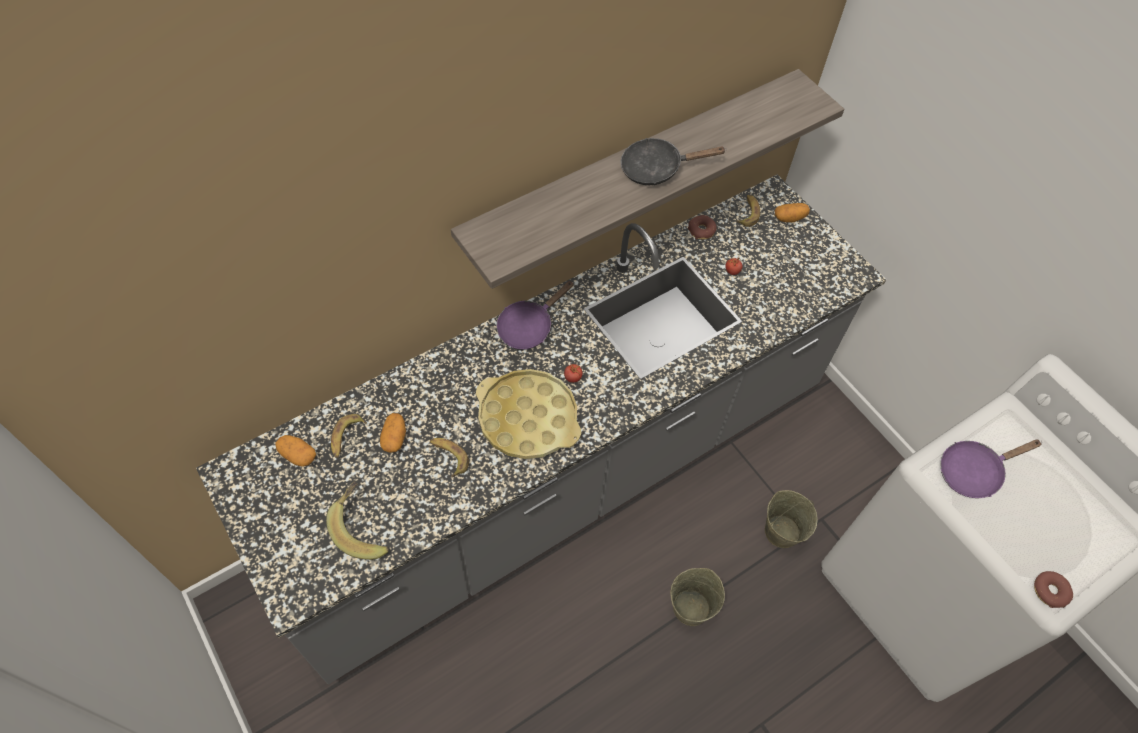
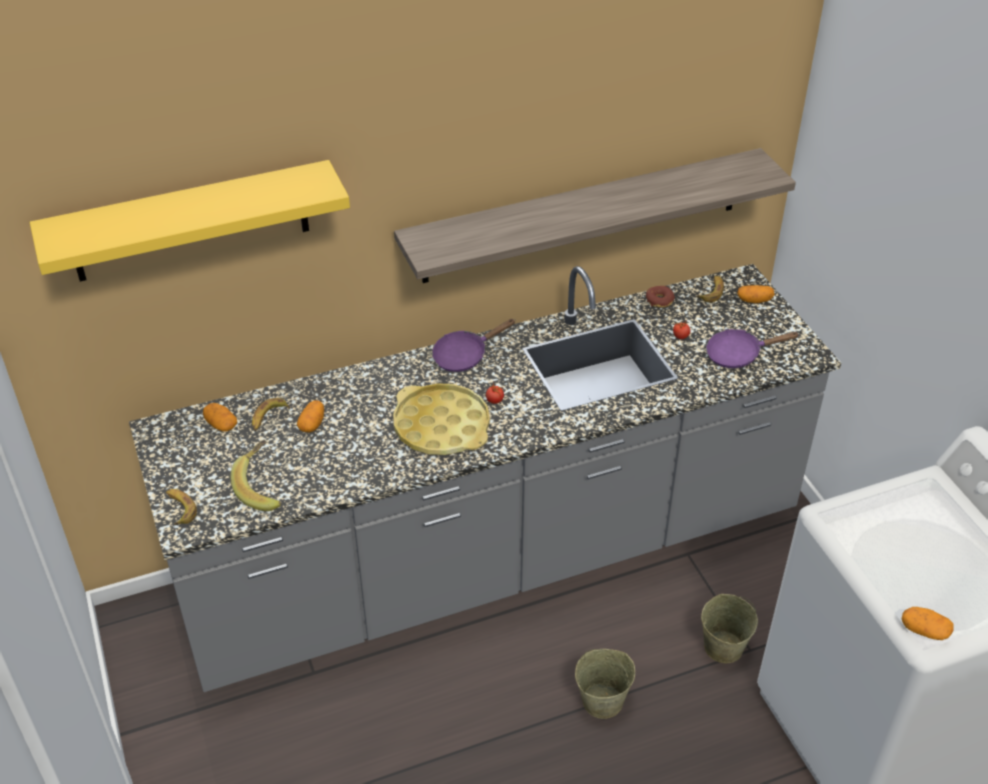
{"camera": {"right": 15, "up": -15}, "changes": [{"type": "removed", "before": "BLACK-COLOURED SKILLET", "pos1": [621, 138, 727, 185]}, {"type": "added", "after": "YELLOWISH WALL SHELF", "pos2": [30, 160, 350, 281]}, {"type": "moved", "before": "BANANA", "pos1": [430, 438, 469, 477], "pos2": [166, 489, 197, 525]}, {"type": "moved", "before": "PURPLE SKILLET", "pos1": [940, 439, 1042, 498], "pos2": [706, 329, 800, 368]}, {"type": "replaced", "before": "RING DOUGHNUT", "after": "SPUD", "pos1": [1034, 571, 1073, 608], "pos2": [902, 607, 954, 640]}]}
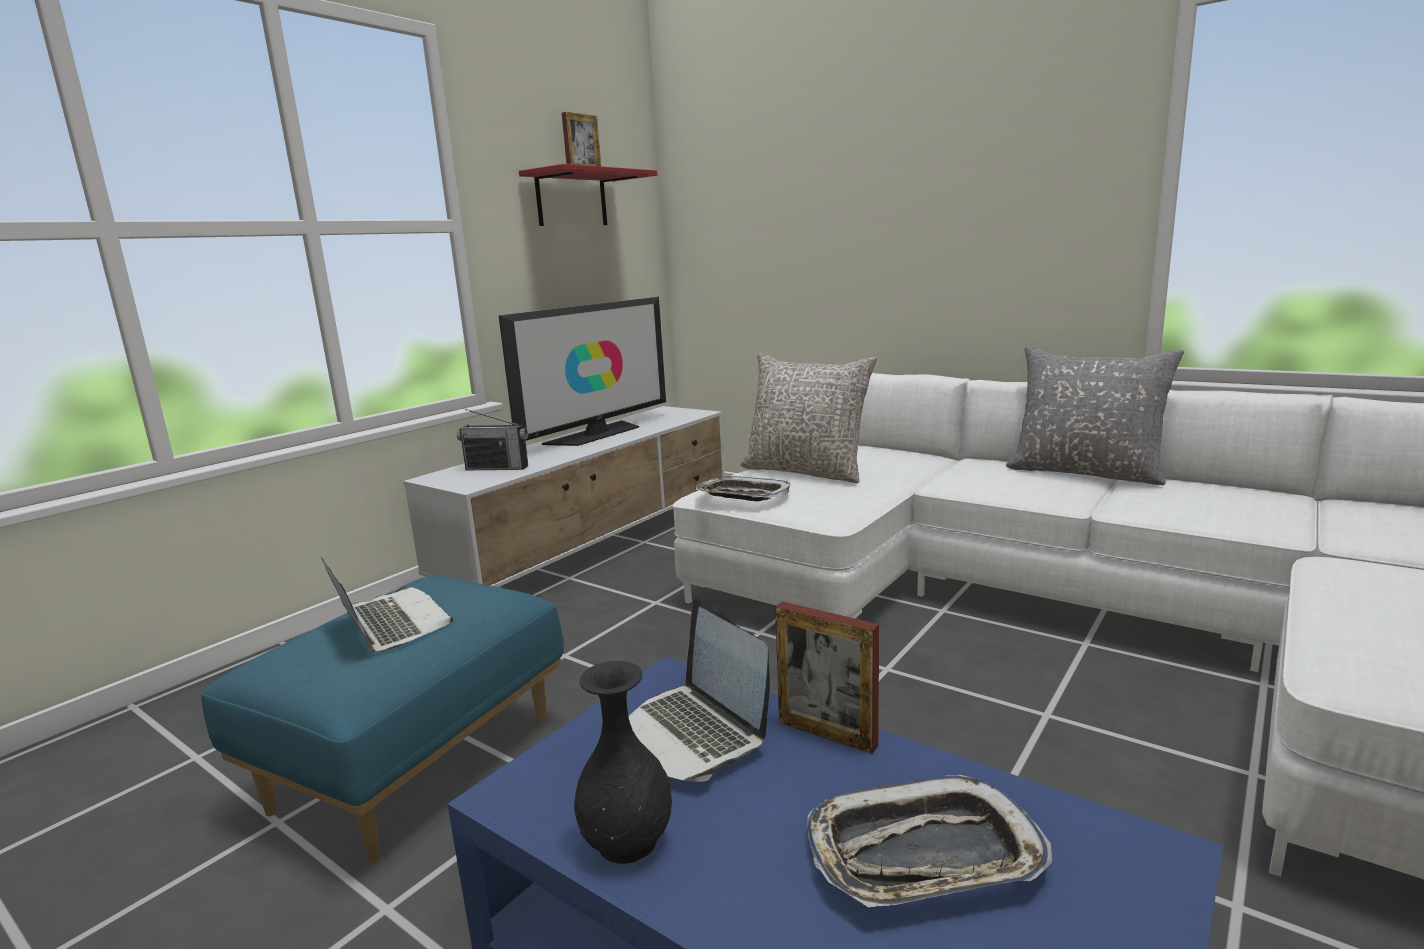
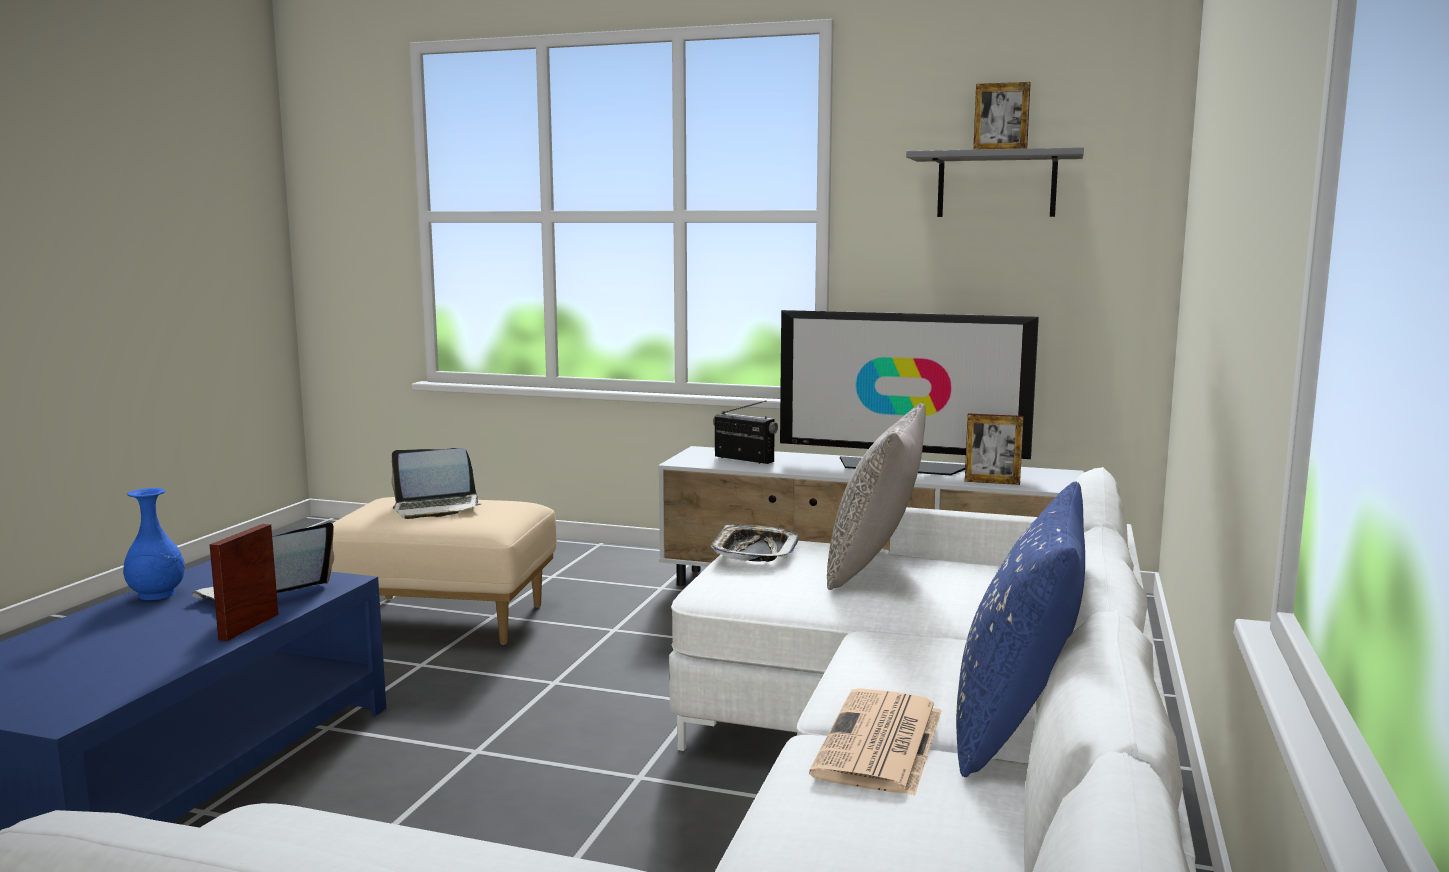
{"camera": {"right": 70, "up": -5}, "changes": [{"type": "removed", "before": "CARRYING TRAY", "pos1": [807, 775, 1052, 907]}, {"type": "added", "after": "DAILY PAPER", "pos2": [809, 688, 942, 796]}, {"type": "added", "after": "STANDING FRAME", "pos2": [965, 414, 1024, 485]}, {"type": "recoloured", "before": "BLUISH POUFFE", "after": "BEIGE POUFFE", "pos1": [202, 576, 564, 863], "pos2": [331, 497, 557, 645]}, {"type": "recoloured", "before": "RED WALL SHELF", "after": "GREYISH WALL SHELF", "pos1": [519, 164, 658, 226], "pos2": [906, 147, 1084, 217]}, {"type": "recoloured", "before": "BLACK-COLOURED VASE", "after": "BLUISH VASE", "pos1": [574, 661, 672, 864], "pos2": [123, 488, 185, 600]}, {"type": "recoloured", "before": "GREYISH THROW PILLOW", "after": "BLUISH THROW PILLOW", "pos1": [1006, 346, 1184, 485], "pos2": [956, 481, 1085, 777]}, {"type": "turned", "before": "PORTABLE COMPUTER", "pos1": [321, 557, 454, 653], "pos2": [392, 448, 481, 519], "turn": 45}, {"type": "turned", "before": "RADIO RECEIVER", "pos1": [457, 409, 528, 470], "pos2": [713, 401, 778, 464], "turn": 135}]}
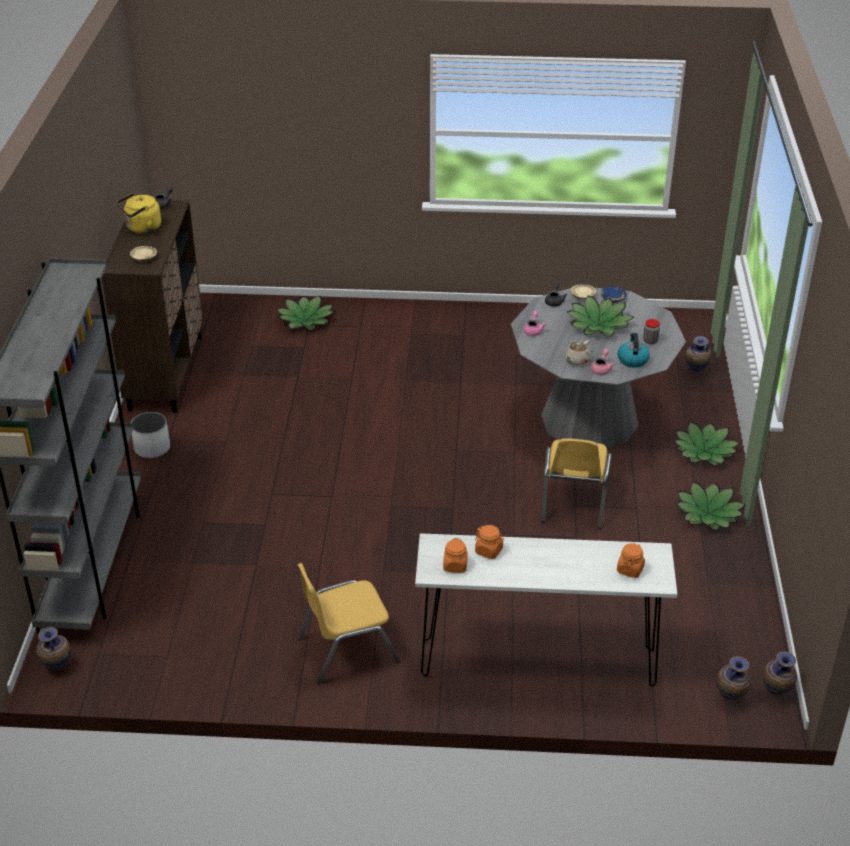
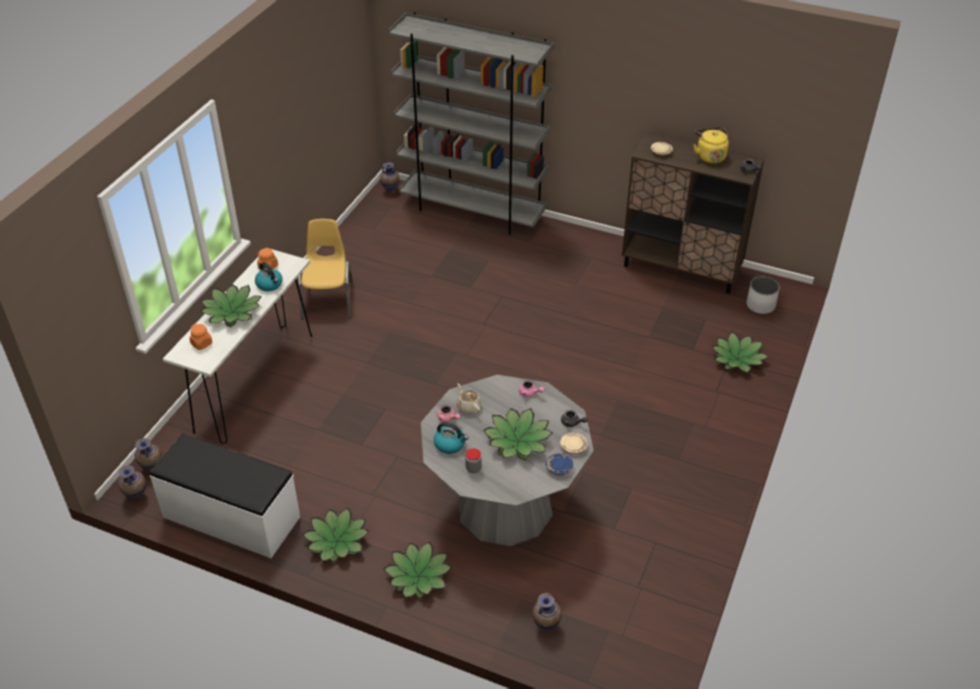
{"camera": {"right": 110, "up": 5}, "changes": [{"type": "removed", "before": "YELLOWISH PLAIN CHAIR", "pos1": [541, 438, 611, 529]}, {"type": "added", "after": "WHITE INDOOR BENCH", "pos2": [150, 433, 300, 558]}, {"type": "added", "after": "HOUSEPLANT", "pos2": [200, 284, 262, 327]}, {"type": "moved", "before": "WHITE PLANT POT", "pos1": [131, 412, 170, 458], "pos2": [746, 277, 780, 314]}, {"type": "replaced", "before": "ORANGE-COLOURED STORAGE JAR", "after": "KETTLE", "pos1": [475, 525, 504, 559], "pos2": [255, 262, 283, 291]}]}
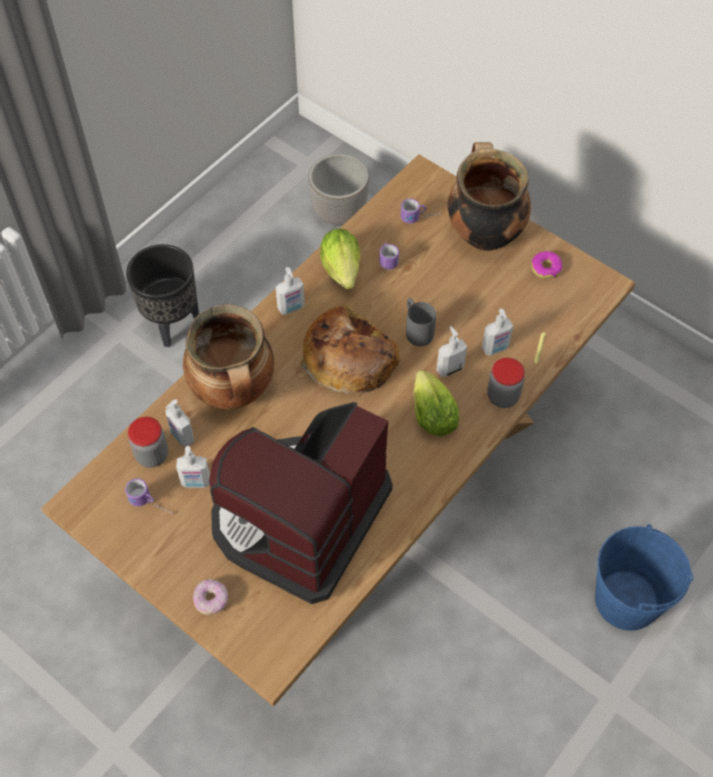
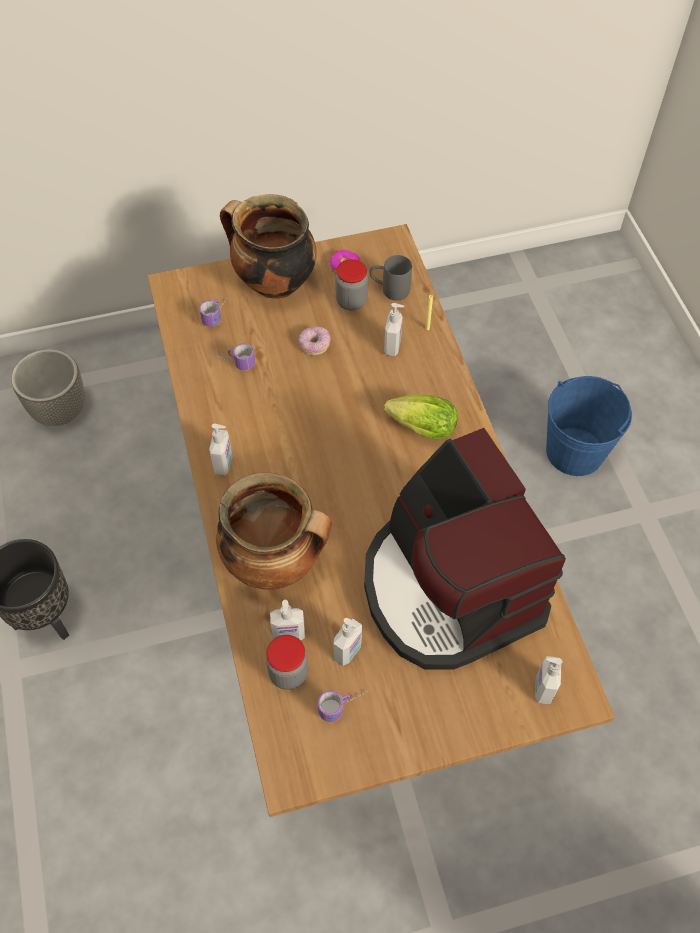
{"camera": {"right": -55, "up": 0}, "changes": [{"type": "removed", "before": "BREAD", "pos1": [300, 305, 401, 395]}, {"type": "removed", "before": "HEAD OF LETTUCE", "pos1": [320, 229, 360, 289]}, {"type": "moved", "before": "RING DOUGHNUT", "pos1": [193, 579, 228, 615], "pos2": [299, 326, 331, 356]}, {"type": "moved", "before": "GREYISH TEA MUG", "pos1": [406, 298, 436, 346], "pos2": [370, 255, 412, 301]}, {"type": "moved", "before": "LIQUID SOAP BOTTLE", "pos1": [437, 326, 467, 377], "pos2": [535, 656, 563, 705]}, {"type": "moved", "before": "STORAGE JAR", "pos1": [487, 358, 525, 408], "pos2": [335, 259, 368, 311]}]}
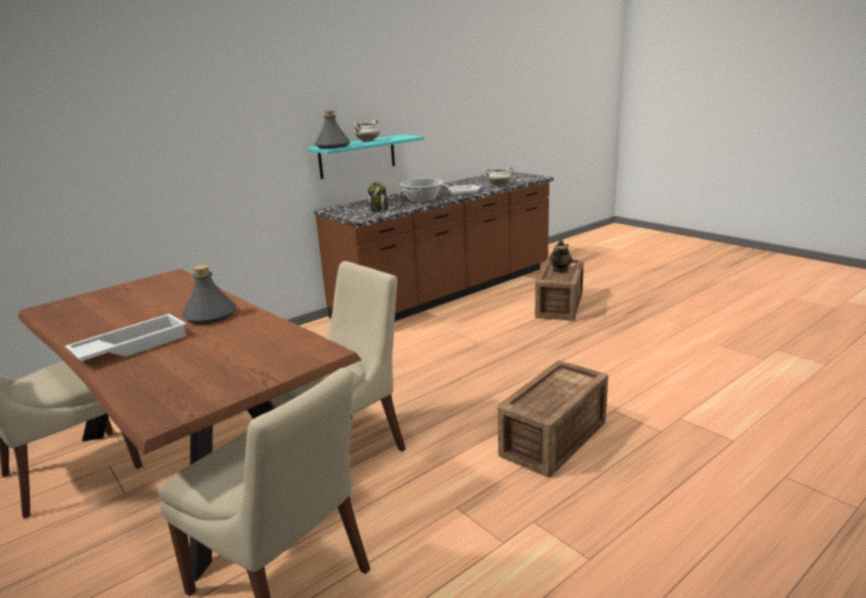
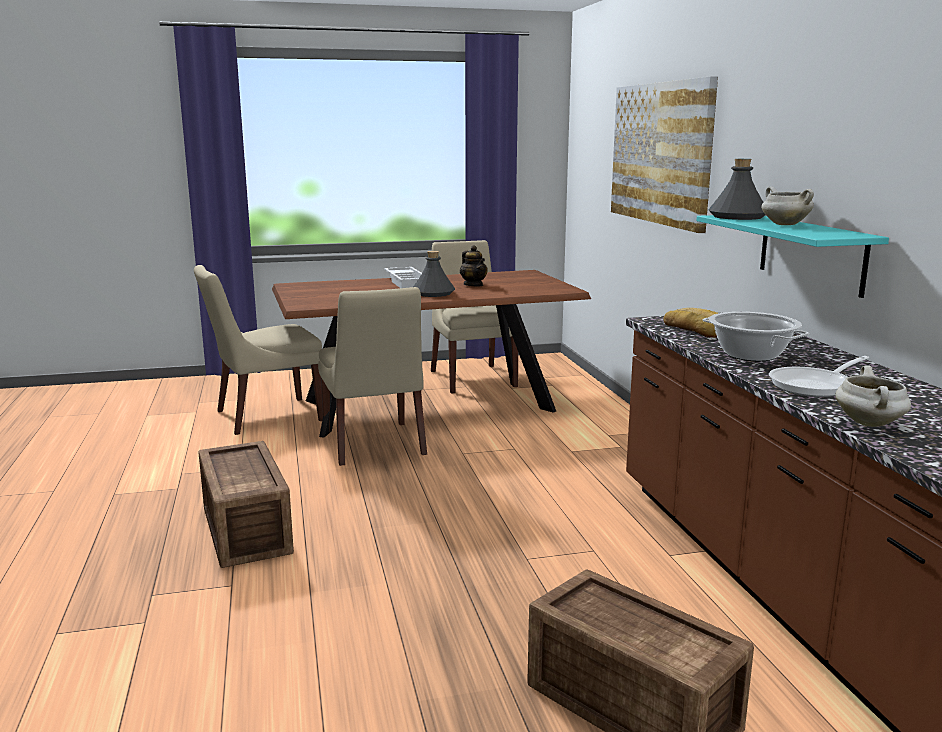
{"camera": {"right": 115, "up": -5}, "changes": [{"type": "added", "after": "WALL PICTURE", "pos2": [611, 76, 718, 233]}, {"type": "moved", "before": "TEAPOT", "pos1": [549, 240, 572, 272], "pos2": [460, 245, 488, 286]}, {"type": "replaced", "before": "STORAGE JAR", "after": "BREAD", "pos1": [368, 182, 388, 212], "pos2": [663, 308, 718, 338]}]}
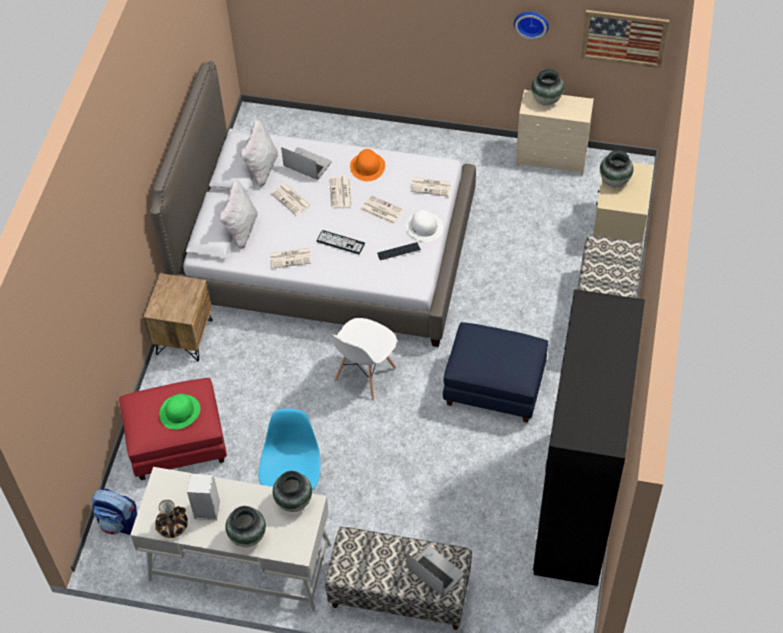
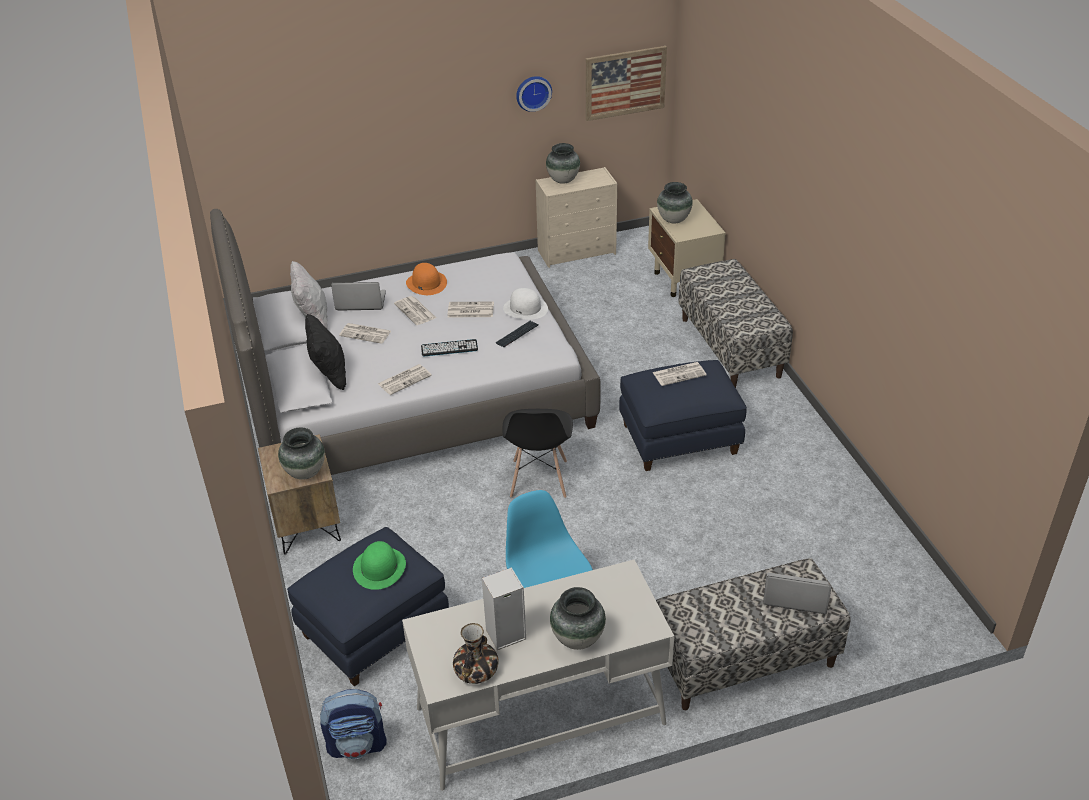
{"camera": {"right": -30, "up": -15}, "changes": [{"type": "removed", "before": "BLACK-COLOURED ARMOIRE", "pos1": [533, 289, 645, 586]}, {"type": "moved", "before": "VASE", "pos1": [273, 471, 312, 512], "pos2": [278, 428, 325, 480]}, {"type": "moved", "before": "DAILY PAPER", "pos1": [410, 177, 451, 196], "pos2": [652, 362, 707, 386]}, {"type": "recoloured", "before": "RED POUFFE", "after": "BLUISH POUFFE", "pos1": [119, 378, 227, 480], "pos2": [287, 527, 449, 686]}, {"type": "recoloured", "before": "WHITE THROW PILLOW", "after": "BLACK-COLOURED THROW PILLOW", "pos1": [219, 180, 257, 249], "pos2": [305, 314, 346, 390]}, {"type": "recoloured", "before": "WHITE PLAIN CHAIR", "after": "BLACK-COLOURED PLAIN CHAIR", "pos1": [331, 318, 397, 400], "pos2": [503, 409, 573, 498]}]}
